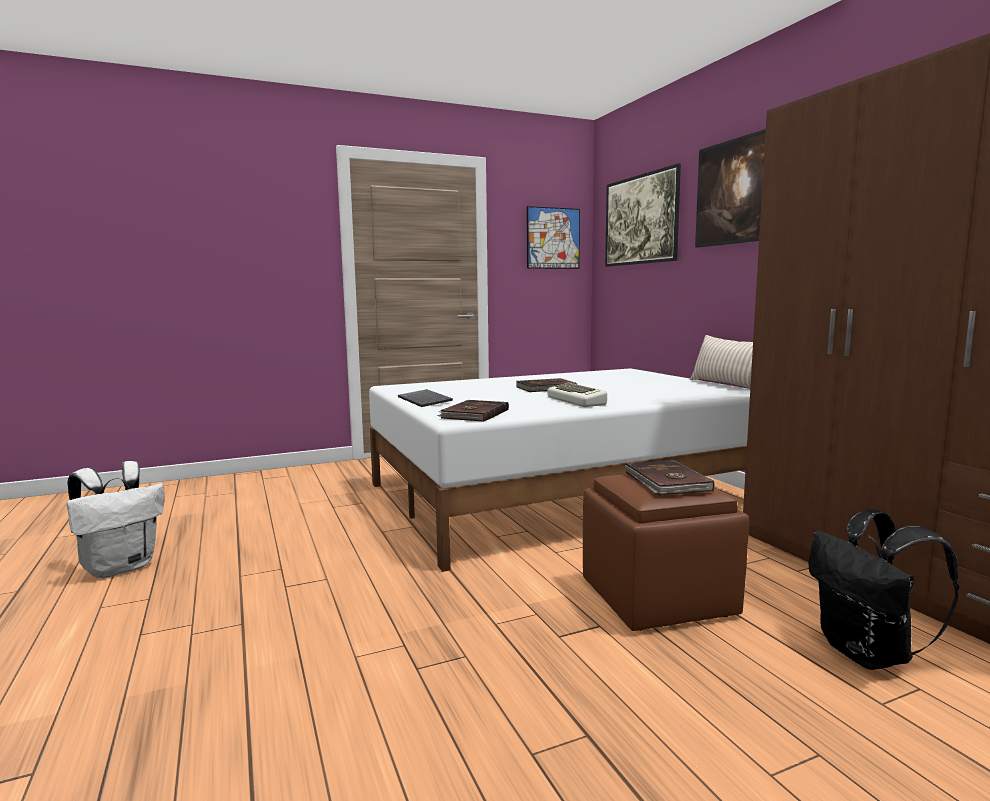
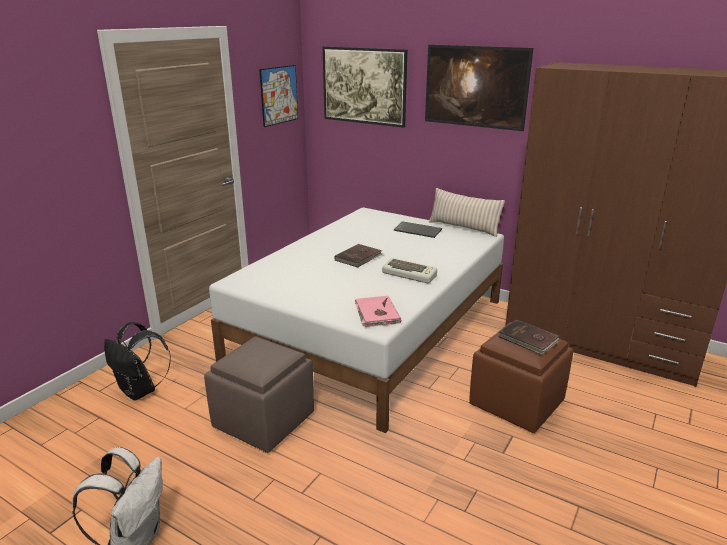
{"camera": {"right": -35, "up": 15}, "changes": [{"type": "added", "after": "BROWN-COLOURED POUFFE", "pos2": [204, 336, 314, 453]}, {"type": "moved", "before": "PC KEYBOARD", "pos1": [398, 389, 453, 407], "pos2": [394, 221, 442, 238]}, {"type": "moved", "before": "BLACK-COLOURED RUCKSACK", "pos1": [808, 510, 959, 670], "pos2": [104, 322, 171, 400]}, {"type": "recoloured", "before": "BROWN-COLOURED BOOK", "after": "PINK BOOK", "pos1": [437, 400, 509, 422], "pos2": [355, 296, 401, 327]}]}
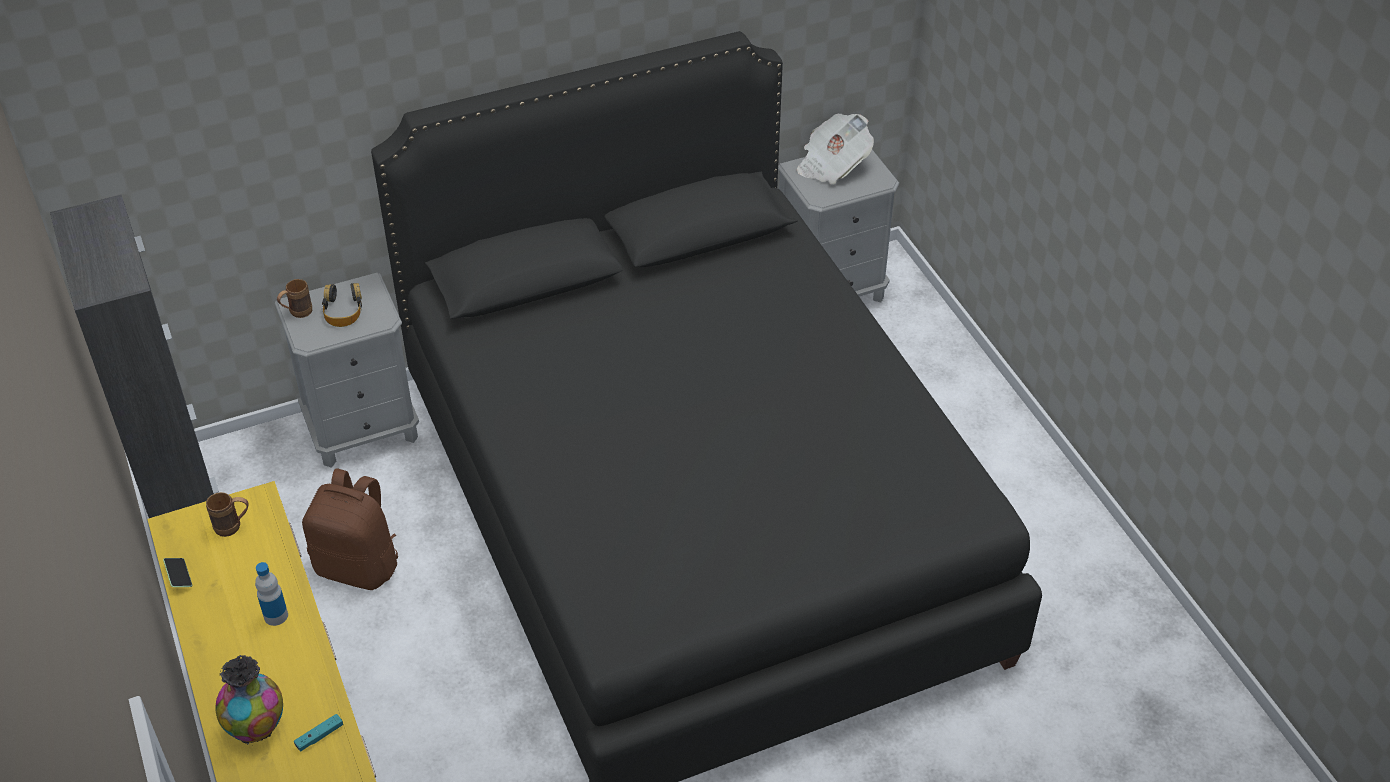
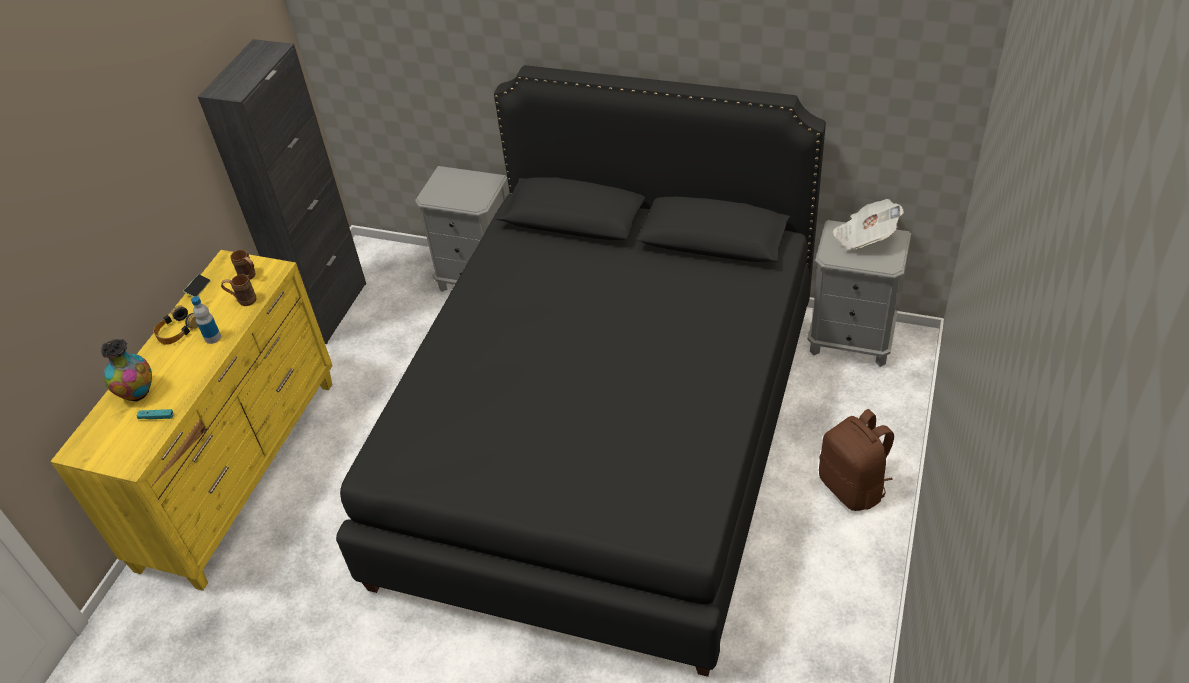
{"camera": {"right": 45, "up": 0}, "changes": [{"type": "moved", "before": "BROWN-COLOURED TEA MUG", "pos1": [277, 279, 312, 318], "pos2": [221, 274, 256, 306]}, {"type": "moved", "before": "BROWN-COLOURED RUCKSACK", "pos1": [302, 469, 398, 590], "pos2": [819, 409, 894, 511]}, {"type": "moved", "before": "PAIR OF HEADPHONES", "pos1": [322, 283, 362, 327], "pos2": [153, 305, 198, 345]}]}
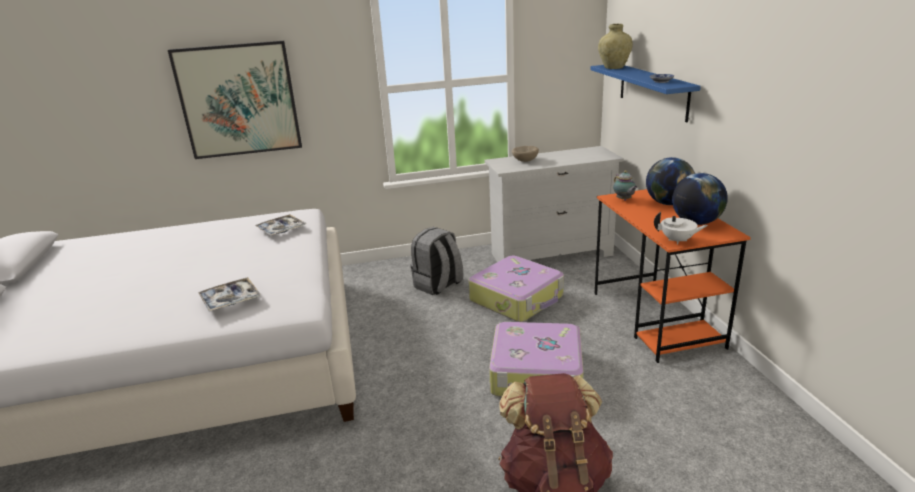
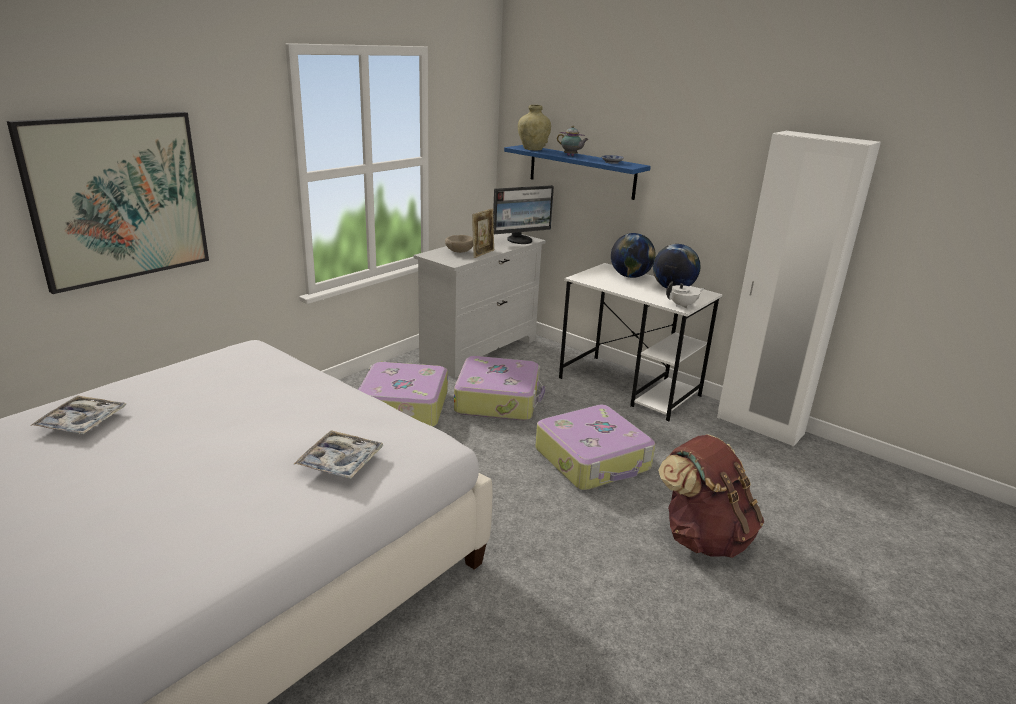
{"camera": {"right": -40, "up": 0}, "changes": [{"type": "added", "after": "STANDING FRAME", "pos2": [472, 209, 494, 258]}, {"type": "added", "after": "MONITOR", "pos2": [493, 185, 554, 244]}, {"type": "added", "after": "WHITE ARMOIRE", "pos2": [717, 131, 881, 447]}, {"type": "moved", "before": "CARRYING TRAY", "pos1": [255, 214, 307, 236], "pos2": [30, 396, 126, 434]}, {"type": "moved", "before": "TEAPOT", "pos1": [613, 170, 638, 201], "pos2": [557, 126, 589, 156]}, {"type": "replaced", "before": "GREYISH RUCKSACK", "after": "PIECE OF LUGGAGE", "pos1": [410, 227, 463, 295], "pos2": [357, 362, 448, 427]}, {"type": "recoloured", "before": "ORANGE-COLOURED DESK", "after": "WHITE DESK", "pos1": [594, 189, 751, 363], "pos2": [559, 263, 723, 421]}]}
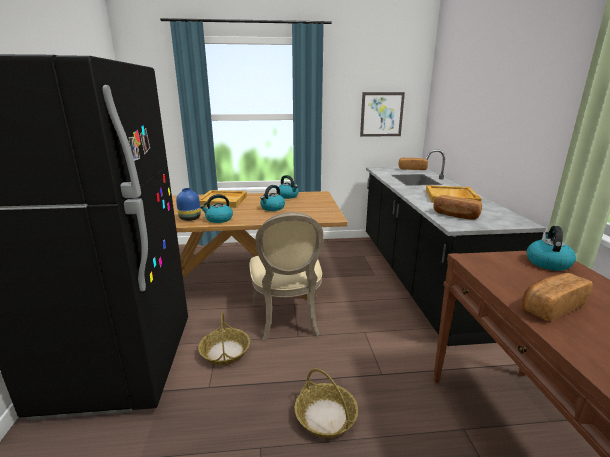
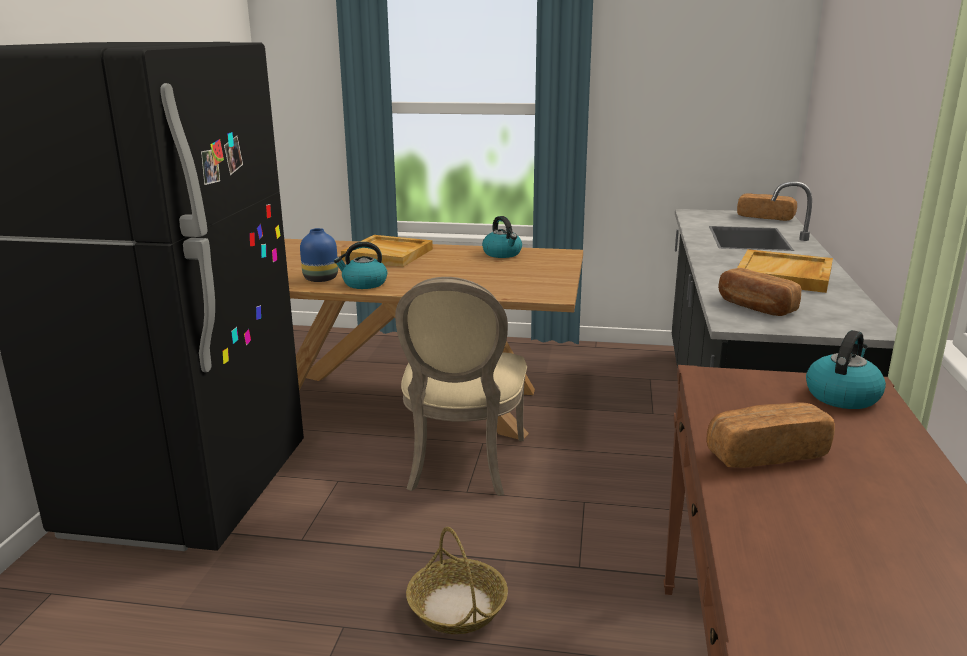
{"camera": {"right": 15, "up": 0}, "changes": [{"type": "removed", "before": "HOUSEHOLD BASKET", "pos1": [198, 311, 250, 365]}, {"type": "removed", "before": "KETTLE", "pos1": [260, 185, 285, 211]}, {"type": "removed", "before": "WALL PICTURE", "pos1": [360, 92, 405, 137]}]}
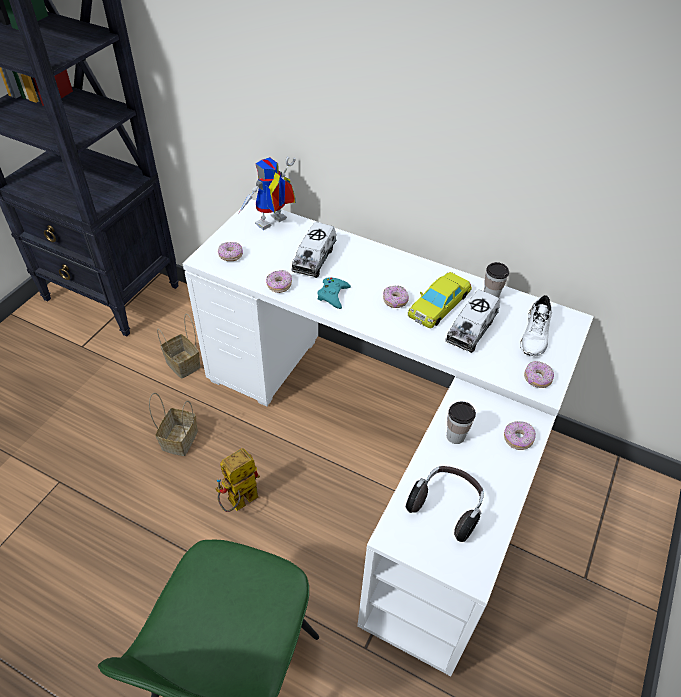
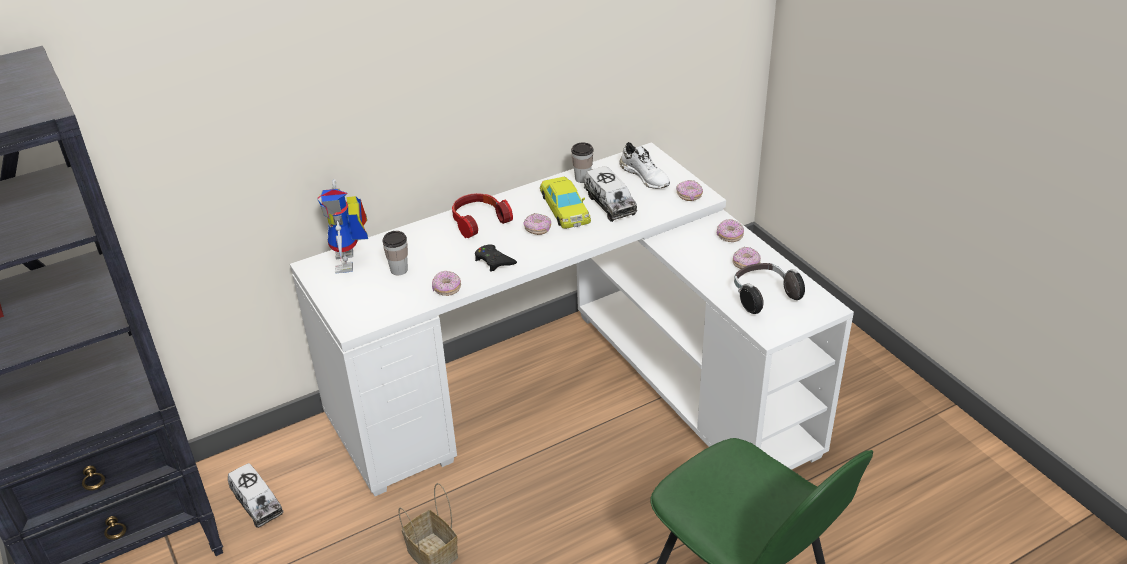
{"camera": {"right": -55, "up": -10}, "changes": [{"type": "removed", "before": "HOUSEHOLD BASKET", "pos1": [157, 313, 201, 379]}, {"type": "removed", "before": "TOY ROBOT", "pos1": [215, 448, 260, 512]}, {"type": "added", "after": "PAIR OF HEADPHONES", "pos2": [452, 193, 513, 238]}, {"type": "moved", "before": "RING DOUGHNUT", "pos1": [218, 242, 243, 261], "pos2": [732, 247, 761, 269]}, {"type": "moved", "before": "TOY LORRY", "pos1": [291, 222, 336, 278], "pos2": [228, 463, 283, 528]}, {"type": "moved", "before": "SMALL CUP", "pos1": [447, 402, 476, 444], "pos2": [382, 231, 408, 275]}, {"type": "recoloured", "before": "TURQUOISE GAME CONTROLLER", "after": "BLACK-COLOURED GAME CONTROLLER", "pos1": [318, 277, 351, 309], "pos2": [475, 244, 517, 272]}]}
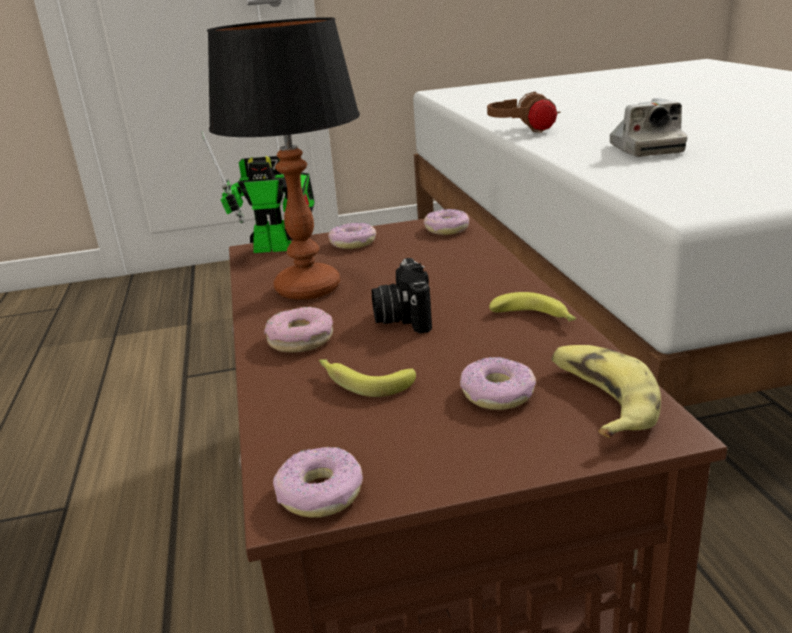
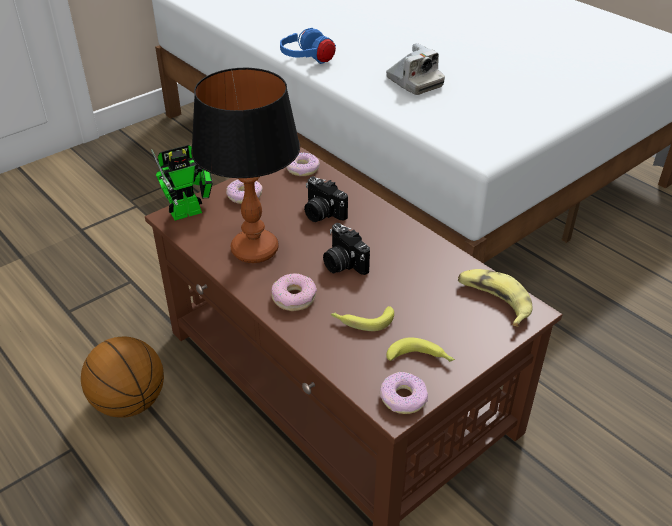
{"camera": {"right": -30, "up": 15}, "changes": [{"type": "removed", "before": "RING DOUGHNUT", "pos1": [460, 357, 536, 410]}, {"type": "added", "after": "BASKETBALL", "pos2": [81, 336, 164, 418]}, {"type": "added", "after": "STILL CAMERA", "pos2": [304, 176, 348, 222]}, {"type": "moved", "before": "BANANA", "pos1": [489, 292, 576, 321], "pos2": [386, 337, 455, 362]}, {"type": "recoloured", "before": "BROWN-COLOURED PAIR OF HEADPHONES", "after": "BLUISH PAIR OF HEADPHONES", "pos1": [487, 92, 560, 133], "pos2": [280, 28, 336, 64]}]}
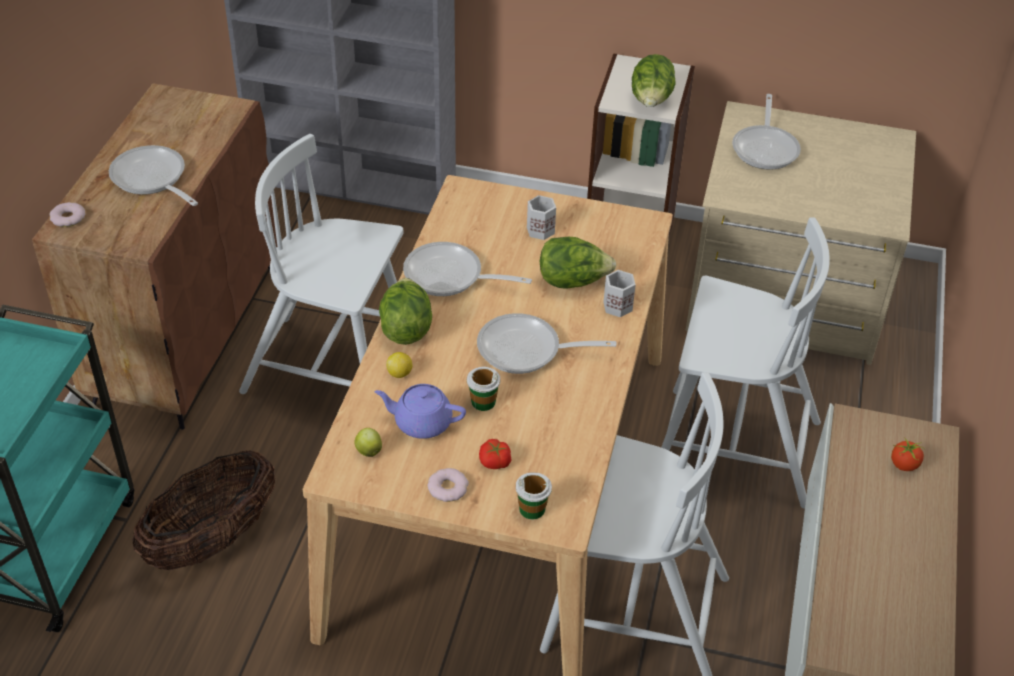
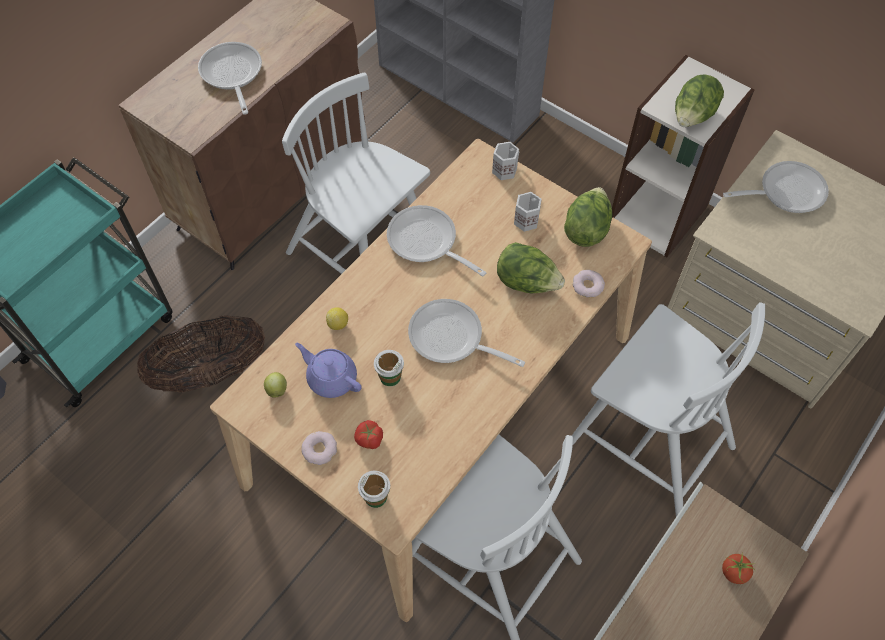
{"camera": {"right": 25, "up": 15}, "changes": [{"type": "moved", "before": "RING DOUGHNUT", "pos1": [50, 202, 85, 227], "pos2": [572, 270, 605, 297]}, {"type": "moved", "before": "HEAD OF LETTUCE", "pos1": [379, 278, 432, 345], "pos2": [564, 187, 613, 247]}, {"type": "moved", "before": "WHITE TEA MUG", "pos1": [603, 270, 636, 317], "pos2": [492, 142, 519, 180]}, {"type": "turned", "before": "SKILLET", "pos1": [732, 94, 801, 170], "pos2": [723, 161, 829, 213], "turn": -135}]}
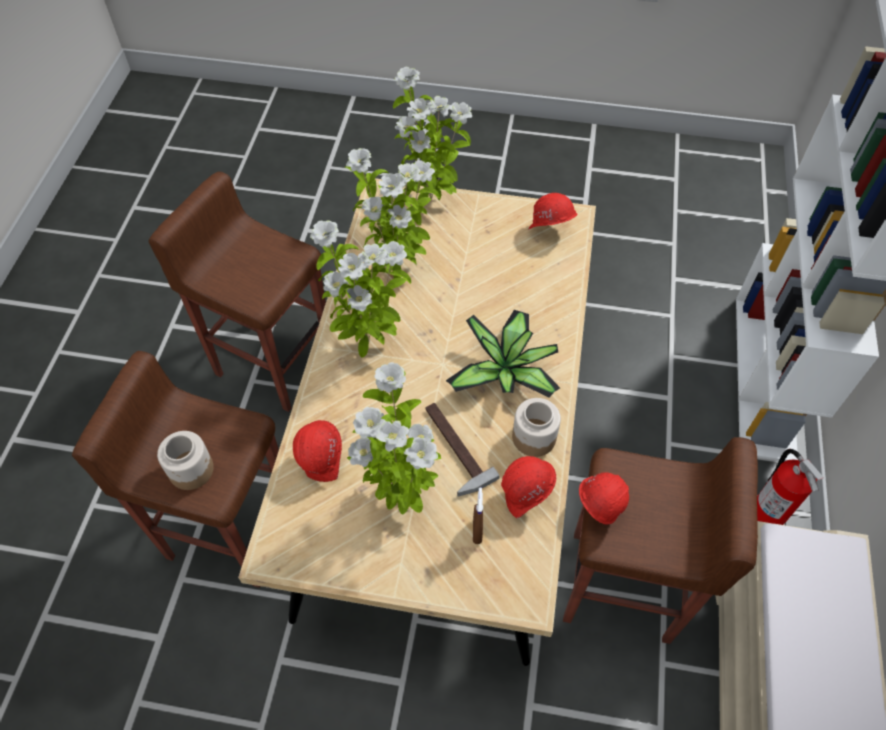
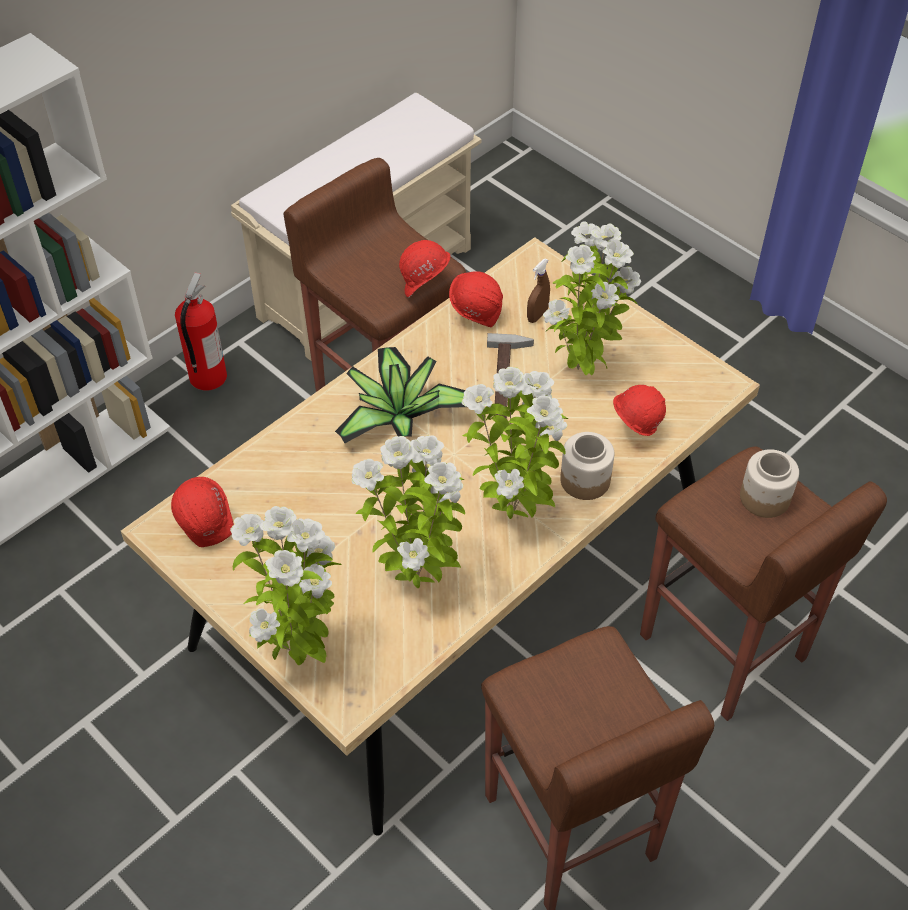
{"camera": {"right": -145, "up": -5}, "changes": [{"type": "moved", "before": "STORAGE JAR", "pos1": [512, 398, 561, 457], "pos2": [560, 432, 614, 500]}]}
